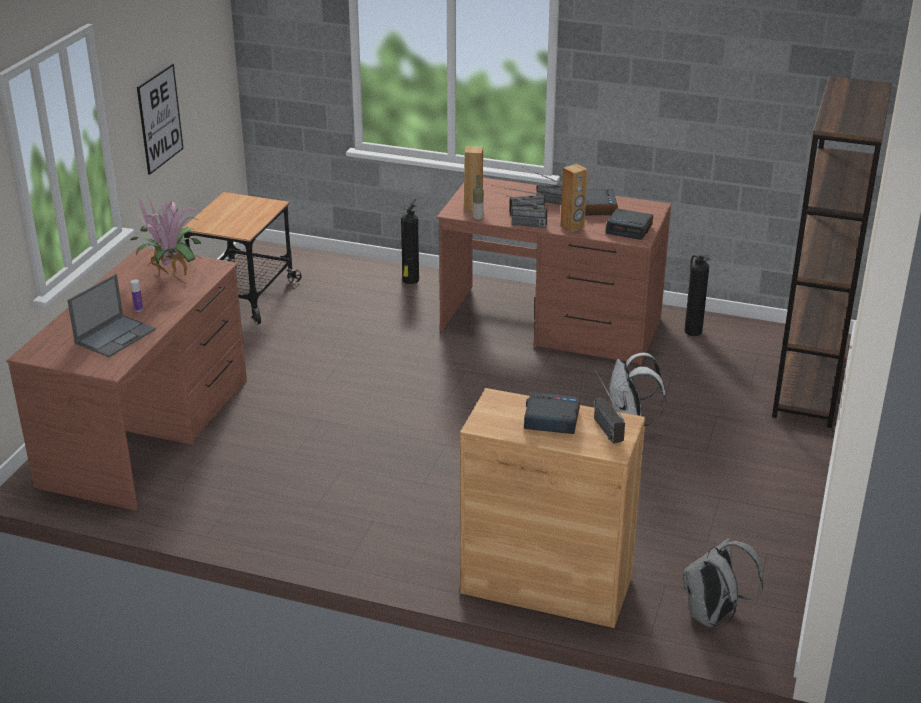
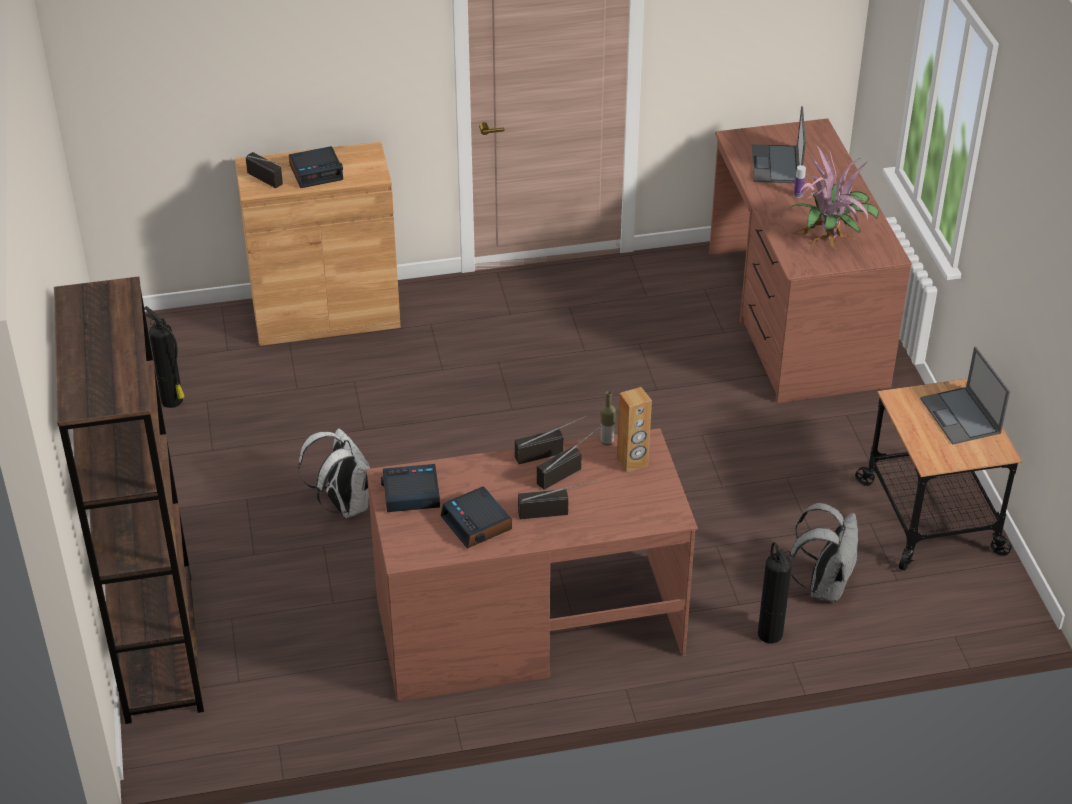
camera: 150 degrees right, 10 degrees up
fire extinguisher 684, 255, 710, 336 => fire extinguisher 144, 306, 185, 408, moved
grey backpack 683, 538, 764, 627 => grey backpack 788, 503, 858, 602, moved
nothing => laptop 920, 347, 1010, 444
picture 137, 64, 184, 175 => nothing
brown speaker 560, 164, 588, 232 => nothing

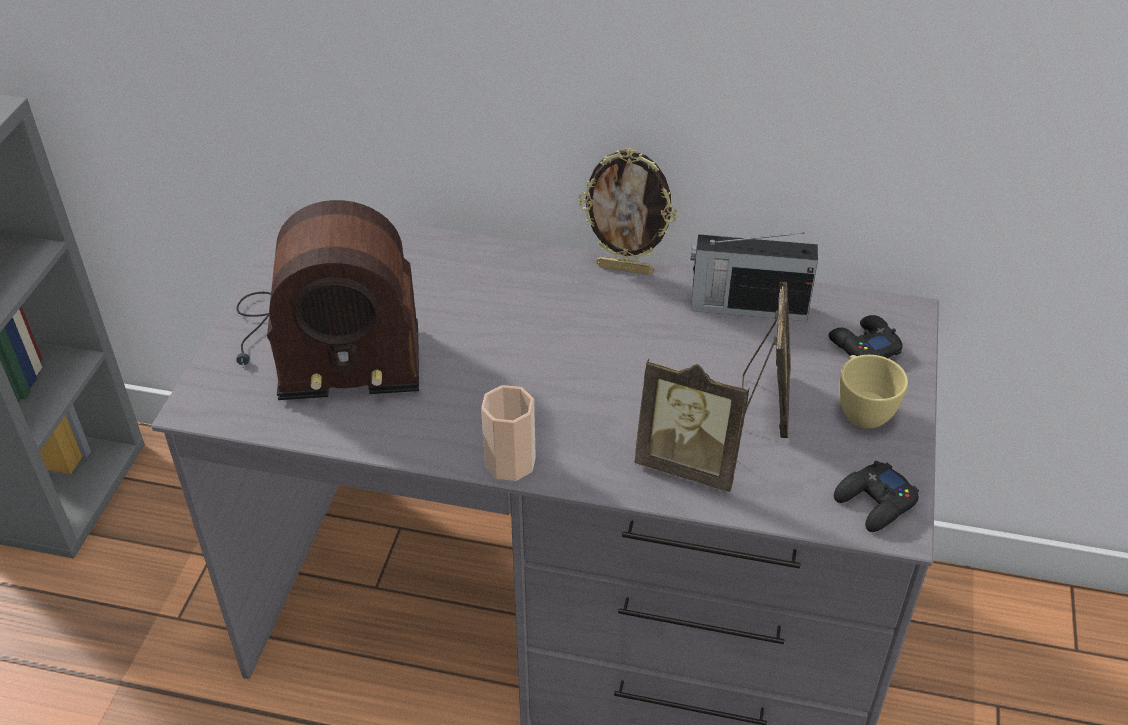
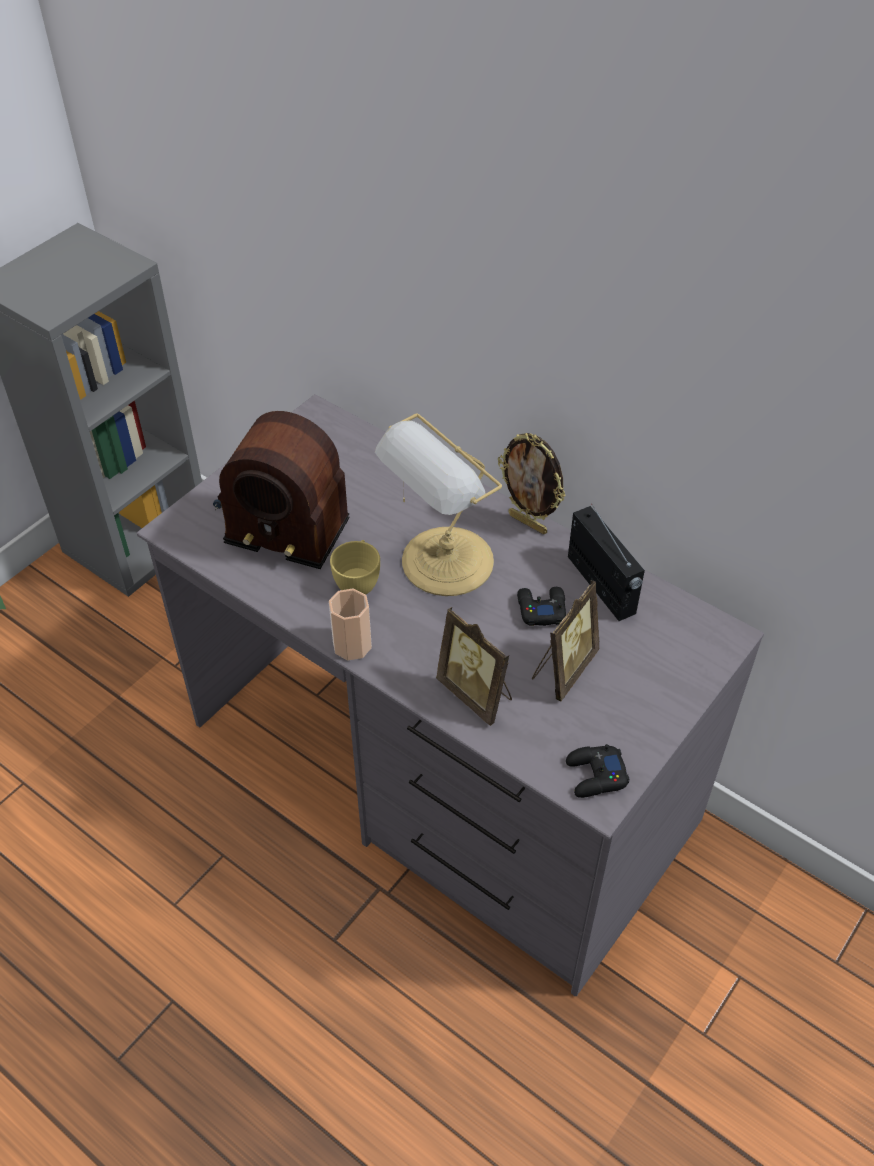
camera: 25 degrees right, 5 degrees up
yellow cup 839, 355, 908, 428 => yellow cup 330, 540, 380, 594, moved
nothing => table lamp 375, 414, 502, 596
black game controller 828, 315, 902, 358 => black game controller 517, 587, 566, 626, moved
radio 691, 233, 818, 321 => radio 568, 504, 645, 621, 150 degrees counterclockwise

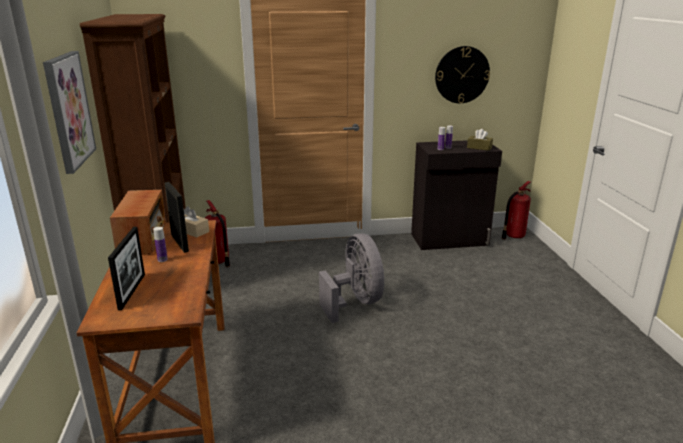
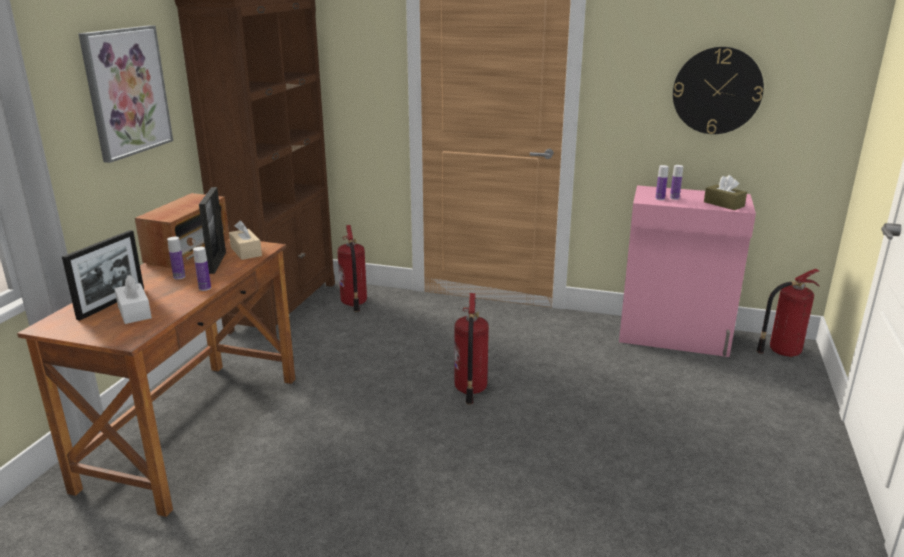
camera: 25 degrees right, 0 degrees up
nothing => white tissue box 114, 275, 152, 324
nothing => bottle 193, 247, 211, 291
grey fan 319, 233, 384, 323 => fire extinguisher 455, 293, 489, 405
black cabinet 411, 140, 502, 250 => pink cabinet 619, 185, 756, 357

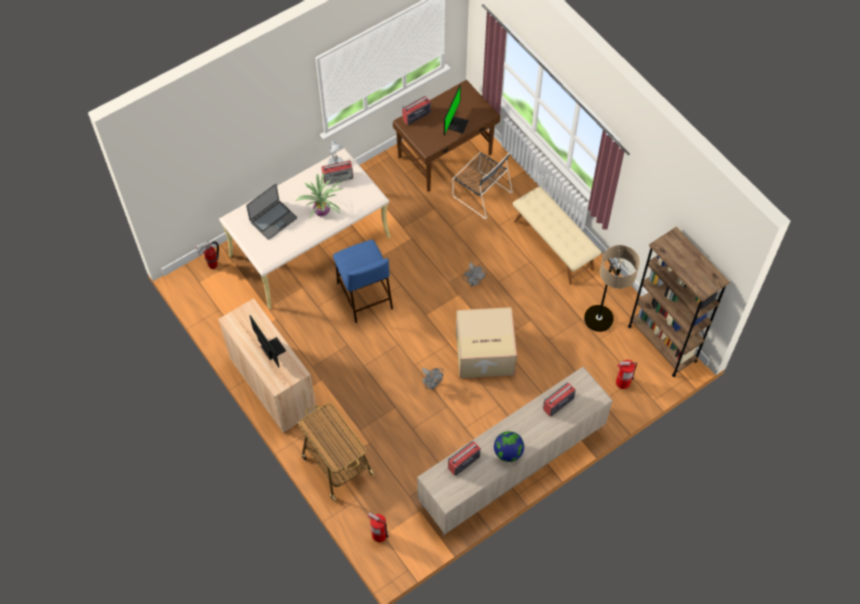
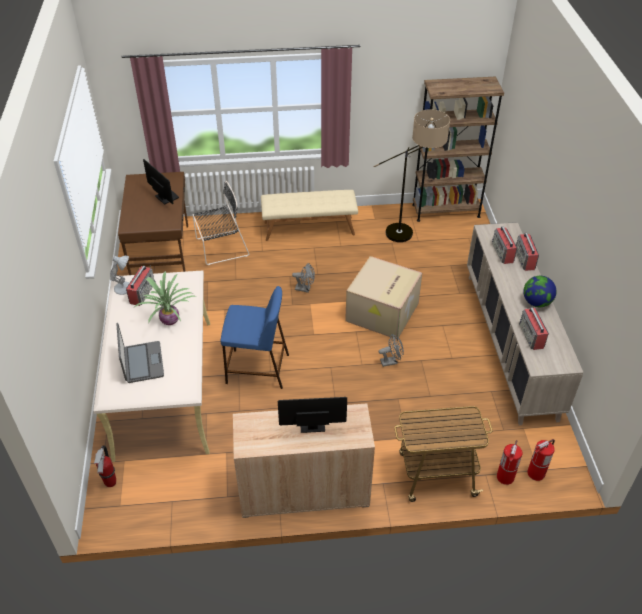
camera: 60 degrees left, 15 degrees down
fire extinguisher 616, 360, 637, 389 => fire extinguisher 497, 440, 523, 485, moved
radio 402, 96, 431, 125 => radio 516, 233, 539, 271, moved

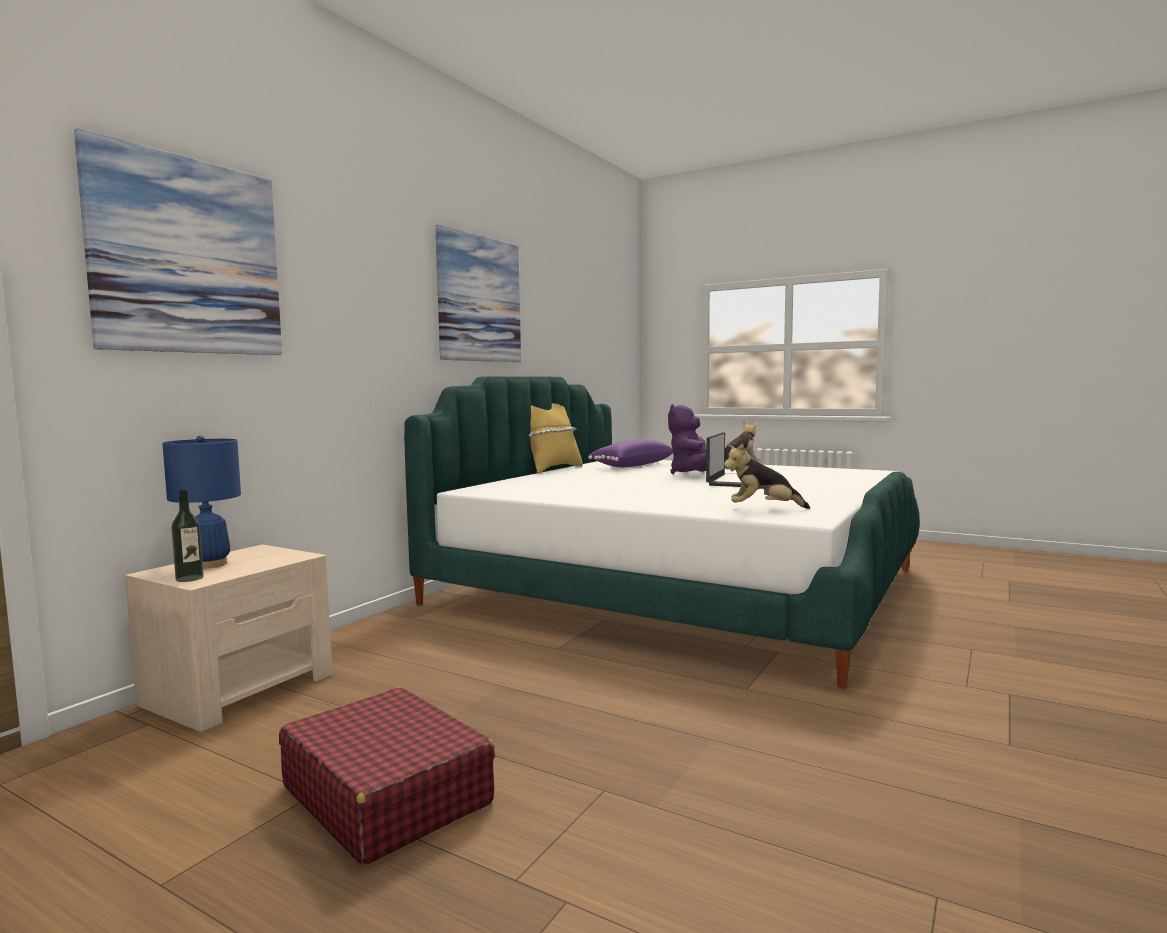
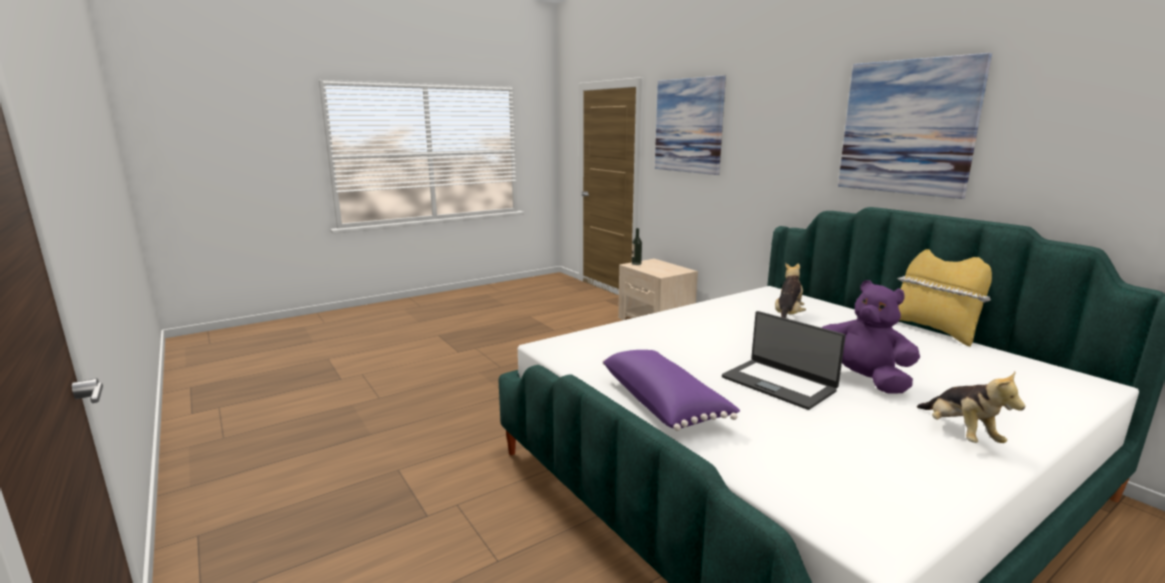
camera: 115 degrees right, 10 degrees up
purple pillow 588, 439, 673, 467 => purple pillow 603, 350, 740, 431, moved
plush toy 724, 443, 810, 509 => plush toy 775, 263, 806, 318, moved
blue table lamp 162, 435, 241, 569 => nothing
red suitcase 279, 687, 495, 865 => nothing

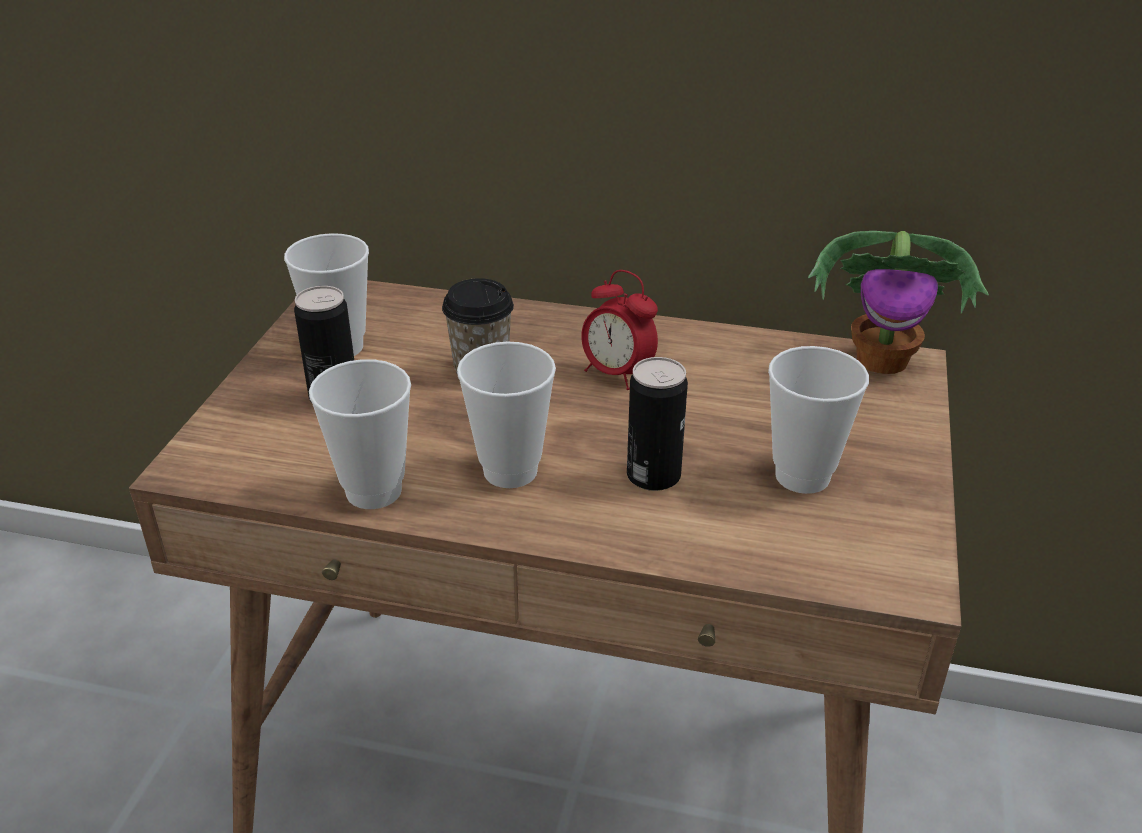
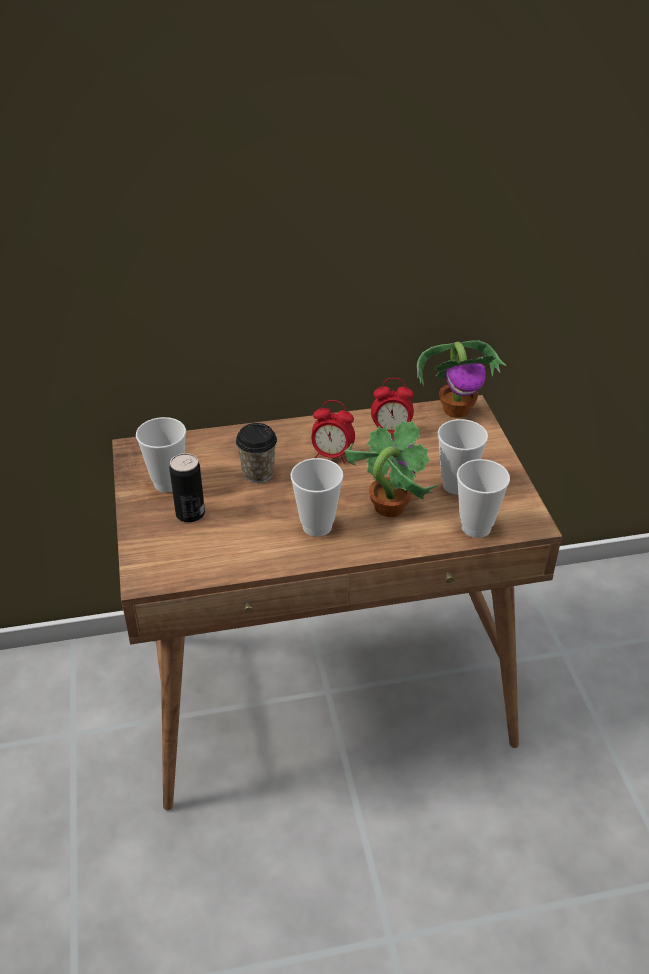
camera: 25 degrees left, 5 degrees up
can 627, 357, 688, 491 => potted plant 344, 420, 438, 517
nothing => alarm clock 371, 378, 414, 434
cup 309, 359, 411, 509 => cup 457, 459, 510, 538, moved

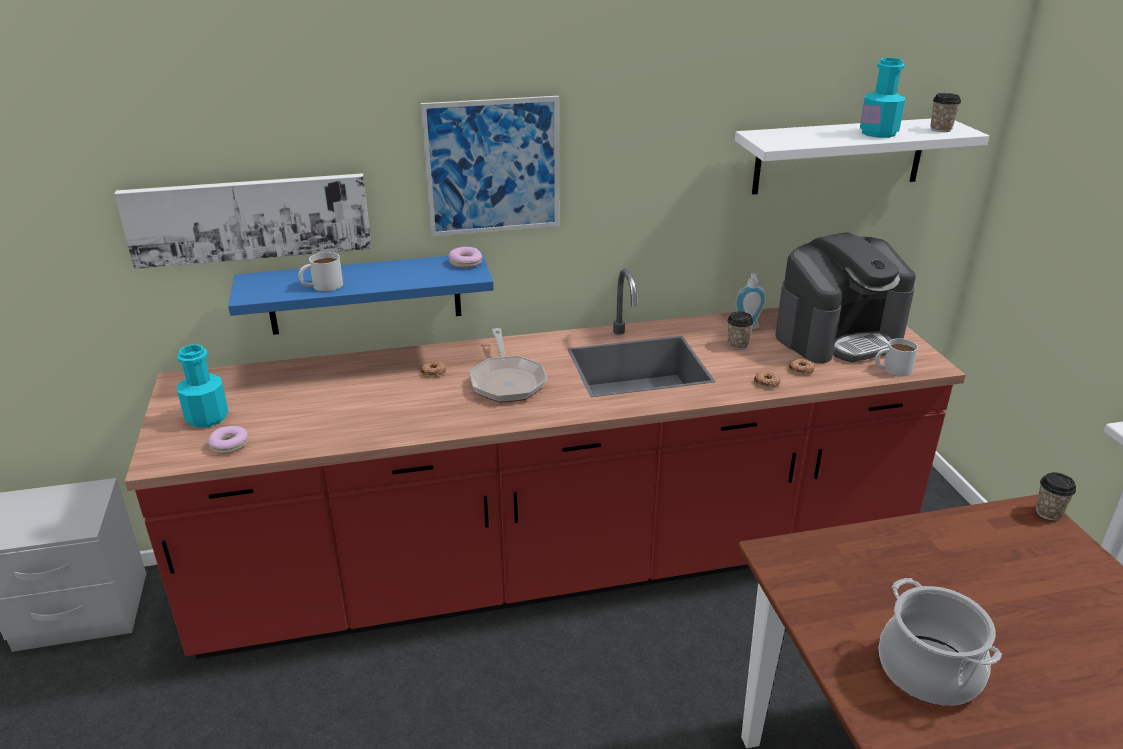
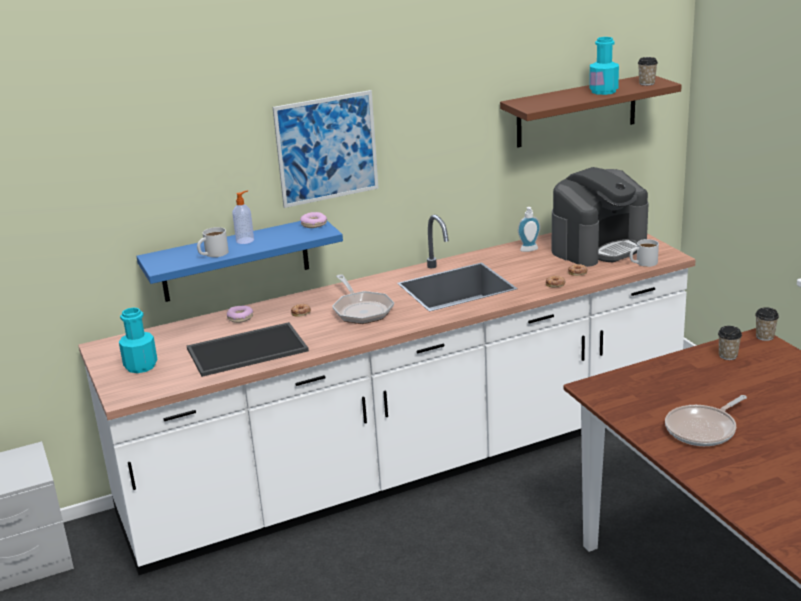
camera: 10 degrees left, 5 degrees down
red counter 125, 269, 966, 659 => white counter 78, 215, 696, 575
nothing => tray 187, 322, 309, 377
donut 208, 426, 248, 454 => donut 227, 306, 253, 323, moved
nothing => soap dispenser 232, 190, 254, 244
white shelf 735, 119, 989, 195 => brown shelf 500, 76, 682, 148
cooking pot 878, 578, 1002, 706 => frying pan 665, 395, 747, 446
cup 727, 312, 754, 350 => cup 718, 326, 742, 360, moved
picture 114, 173, 372, 269 => nothing

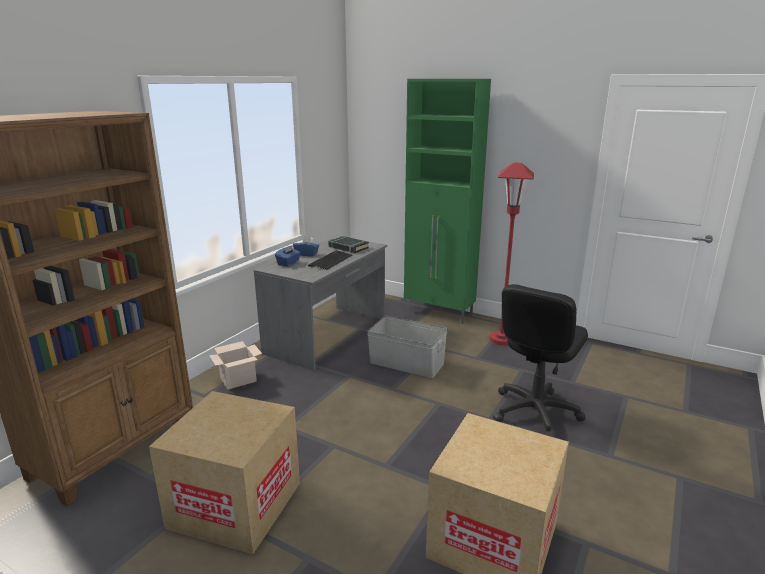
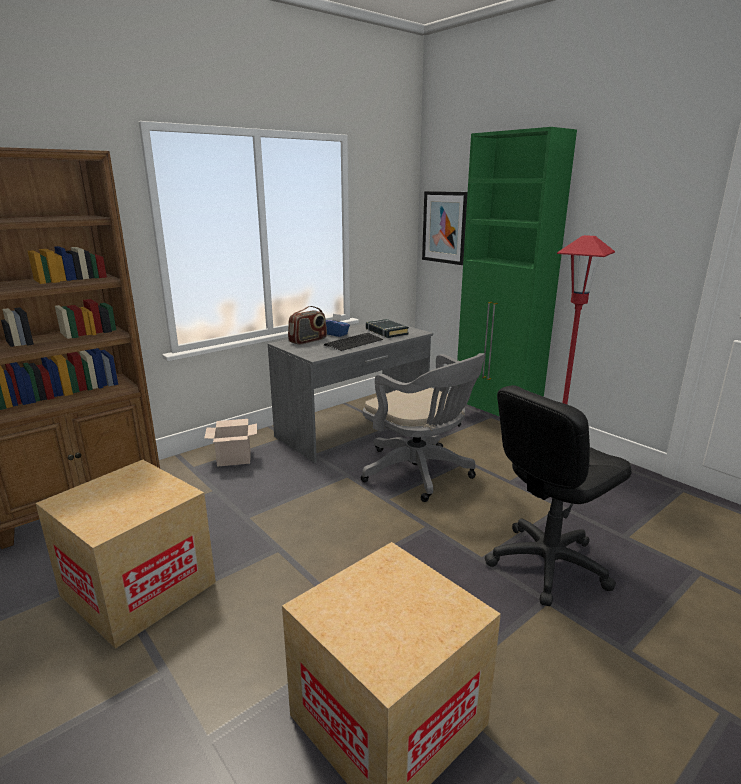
camera: 20 degrees right, 0 degrees up
blue tissue box 275, 245, 301, 267 => radio 288, 306, 327, 345
grey storage box 367, 316, 447, 378 => grey office chair 361, 353, 485, 502
nothing => picture 422, 191, 468, 265

